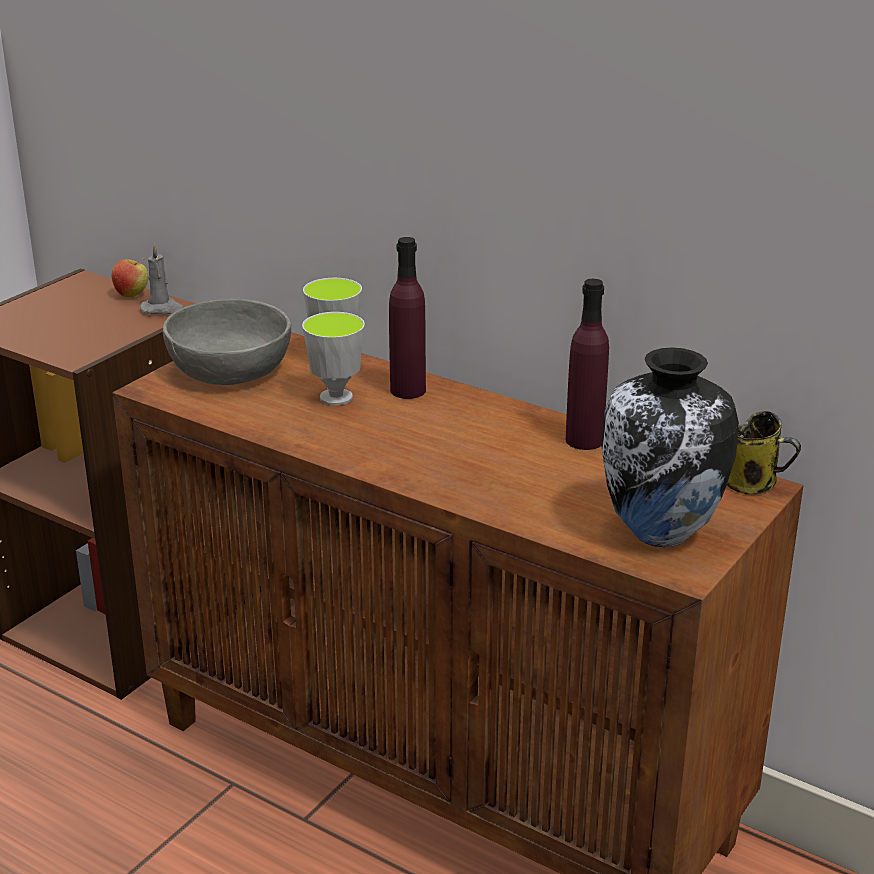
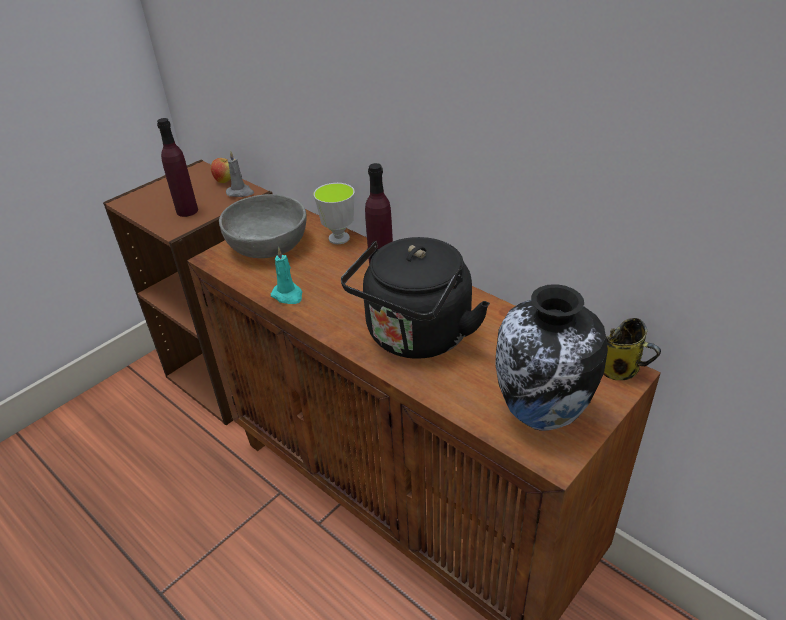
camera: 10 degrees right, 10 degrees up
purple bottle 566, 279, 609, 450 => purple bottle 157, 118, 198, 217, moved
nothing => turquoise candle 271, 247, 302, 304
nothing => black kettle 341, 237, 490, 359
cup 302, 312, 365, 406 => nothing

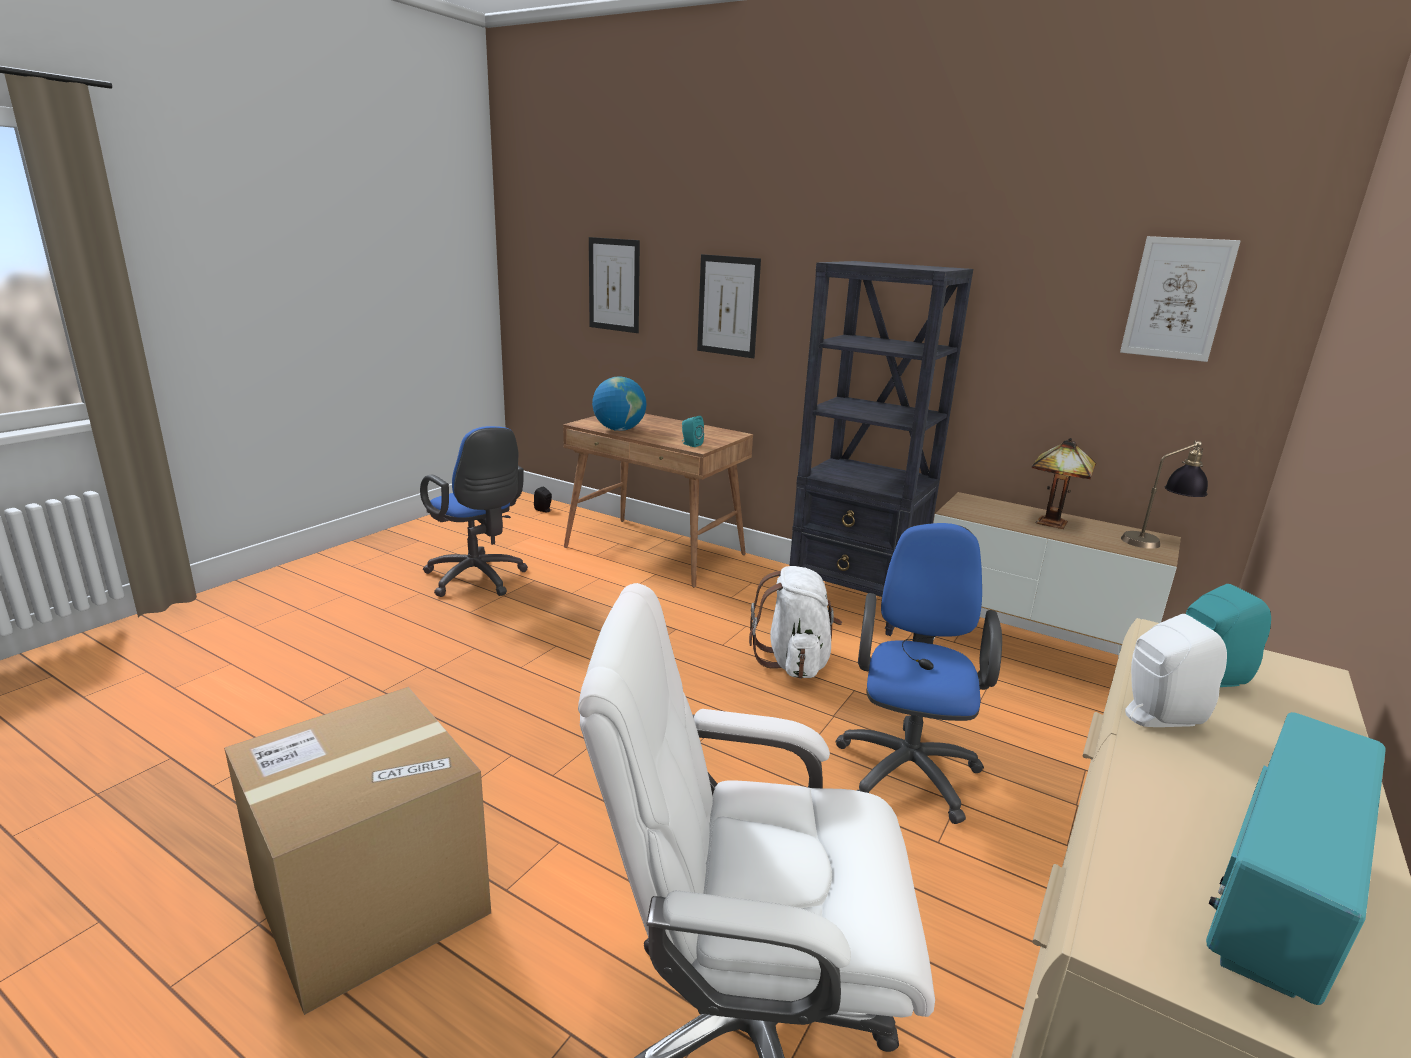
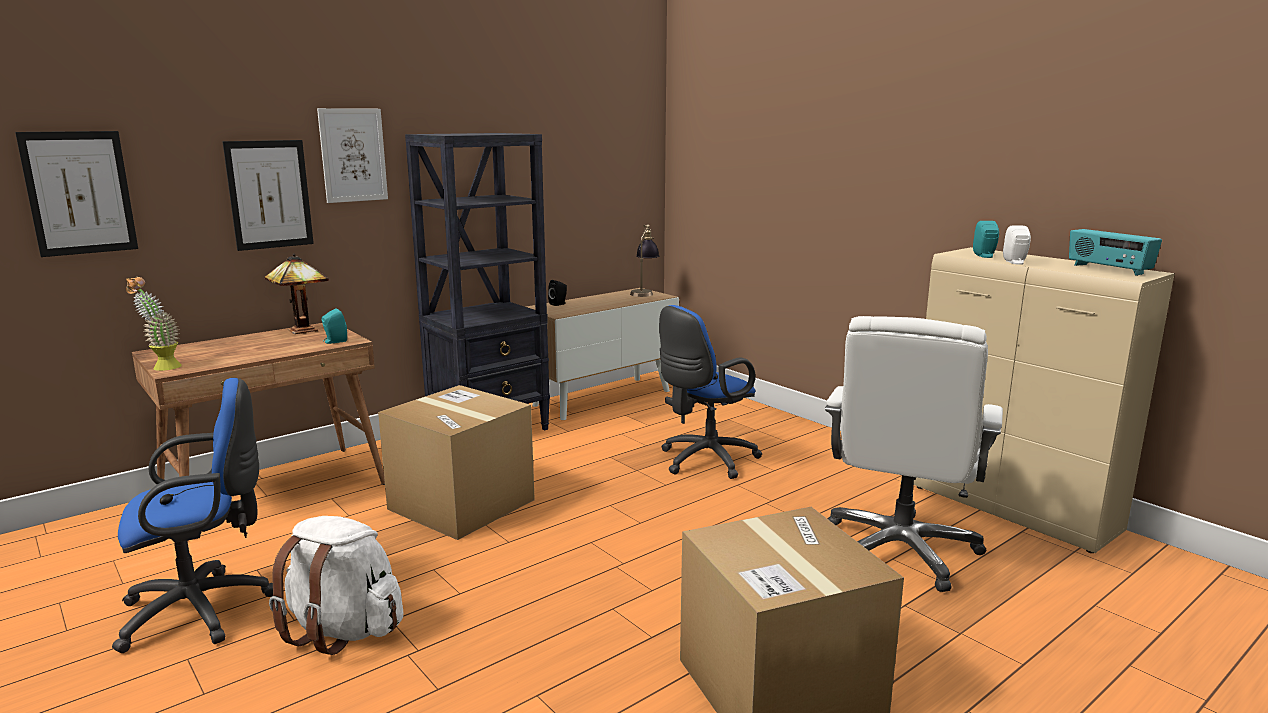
camera: 70 degrees left, 5 degrees down
nothing => potted plant 126, 277, 182, 371
table lamp 1032, 438, 1096, 529 => table lamp 264, 254, 329, 334, moved
white backpack 749, 566, 842, 679 => white backpack 269, 516, 403, 655, moved
picture 1120, 236, 1241, 362 => picture 317, 108, 388, 203, moved
nothing => cardboard box 378, 385, 535, 540
black speaker 534, 486, 552, 512 => black speaker 548, 280, 567, 306, moved
blue office chair 835, 523, 1002, 824 => blue office chair 659, 305, 762, 479, 75 degrees counterclockwise
globe 592, 376, 646, 431 => nothing

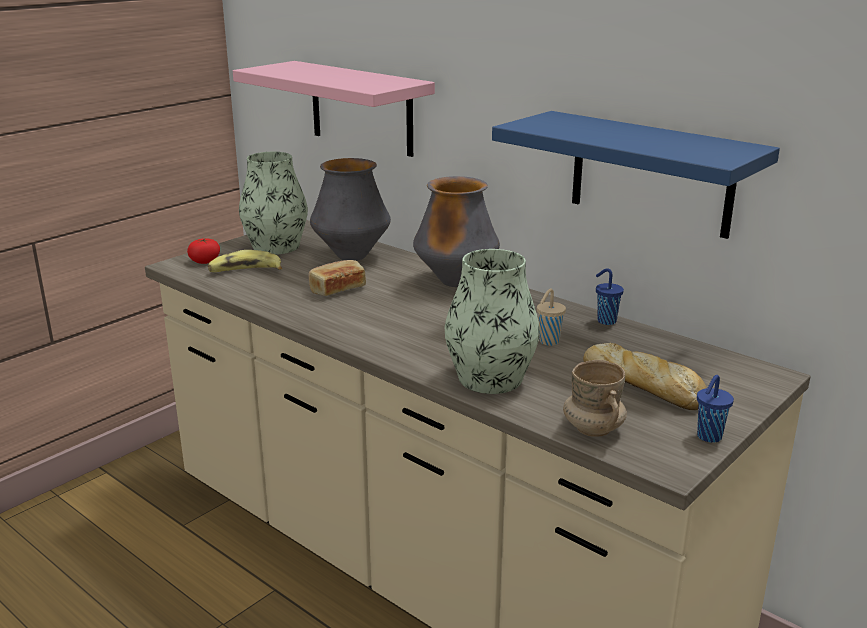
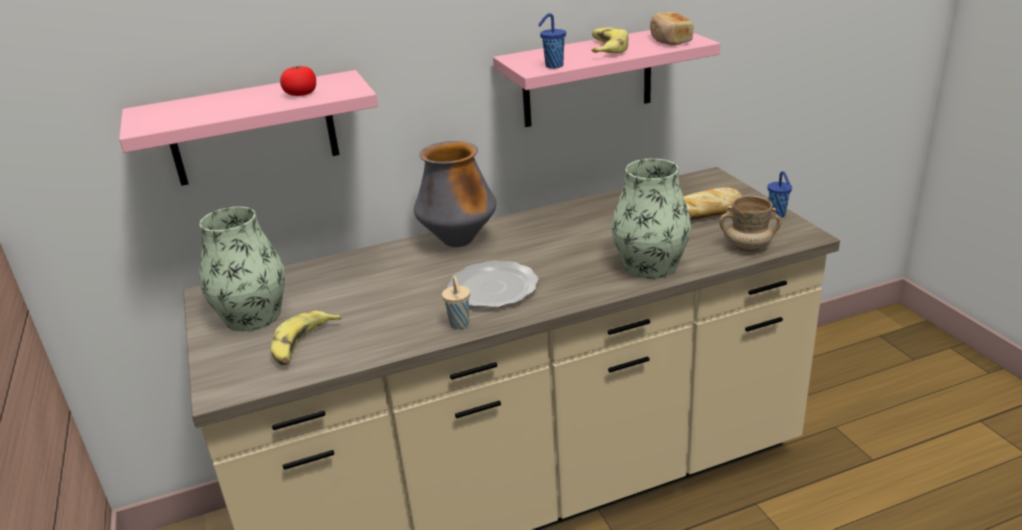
camera: 60 degrees left, 5 degrees up
tomato 187, 238, 220, 264 => tomato 280, 66, 316, 96, moved
beige cup 537, 288, 566, 346 => beige cup 442, 276, 470, 329, moved
nothing => plate 448, 261, 539, 308
blue shelf 492, 111, 780, 239 => pink shelf 493, 30, 720, 127
blue cup 596, 268, 624, 325 => blue cup 538, 13, 566, 68, moved
nothing => banana 591, 27, 628, 53
bread 308, 260, 366, 296 => bread 650, 12, 693, 46, moved
vase 310, 158, 391, 261 => nothing

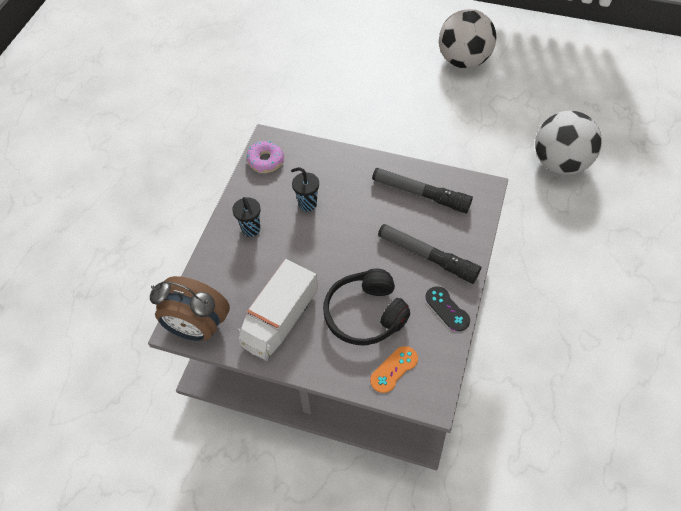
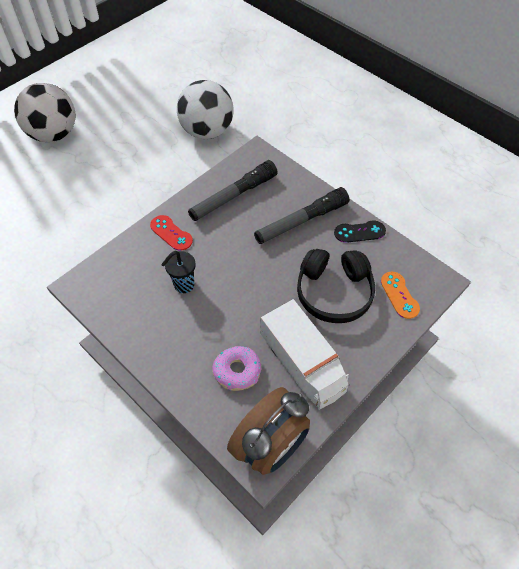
camera: 65 degrees left, 0 degrees up
nothing => red game controller 150, 215, 193, 251
donut 247, 141, 284, 173 => donut 212, 346, 261, 391, moved
black cup 232, 197, 261, 237 => nothing

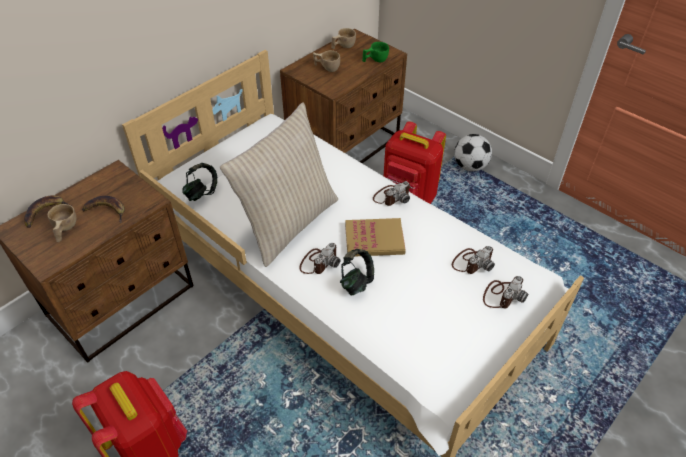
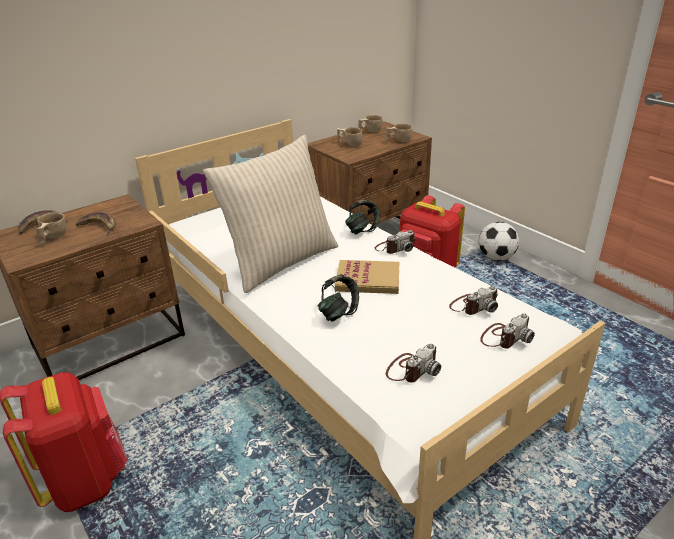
camera: 10 degrees right, 15 degrees down
headphones 182, 163, 217, 201 => headphones 345, 199, 380, 235, moved
green cup 362, 42, 389, 62 => beige cup 386, 123, 412, 142
photo camera 299, 243, 340, 274 => photo camera 386, 343, 441, 383, moved

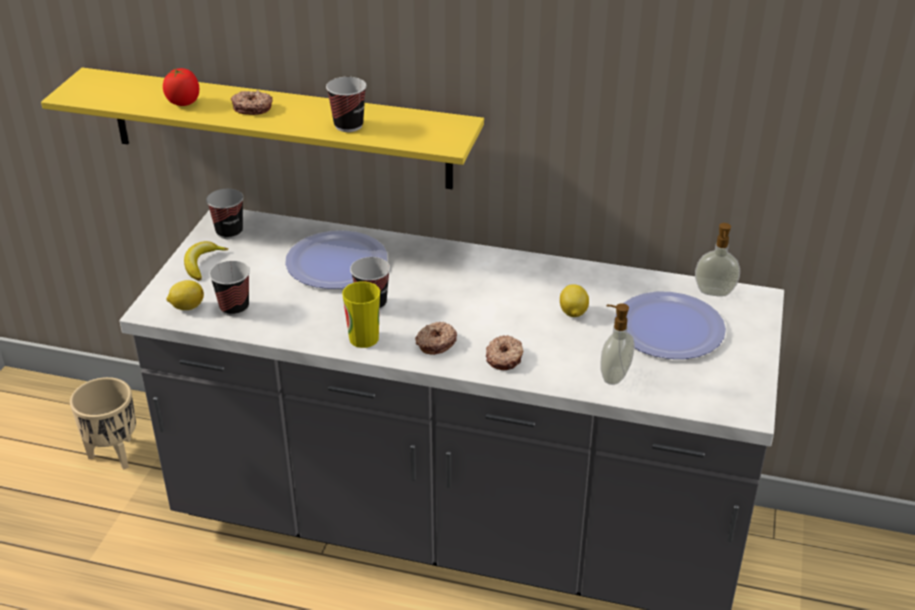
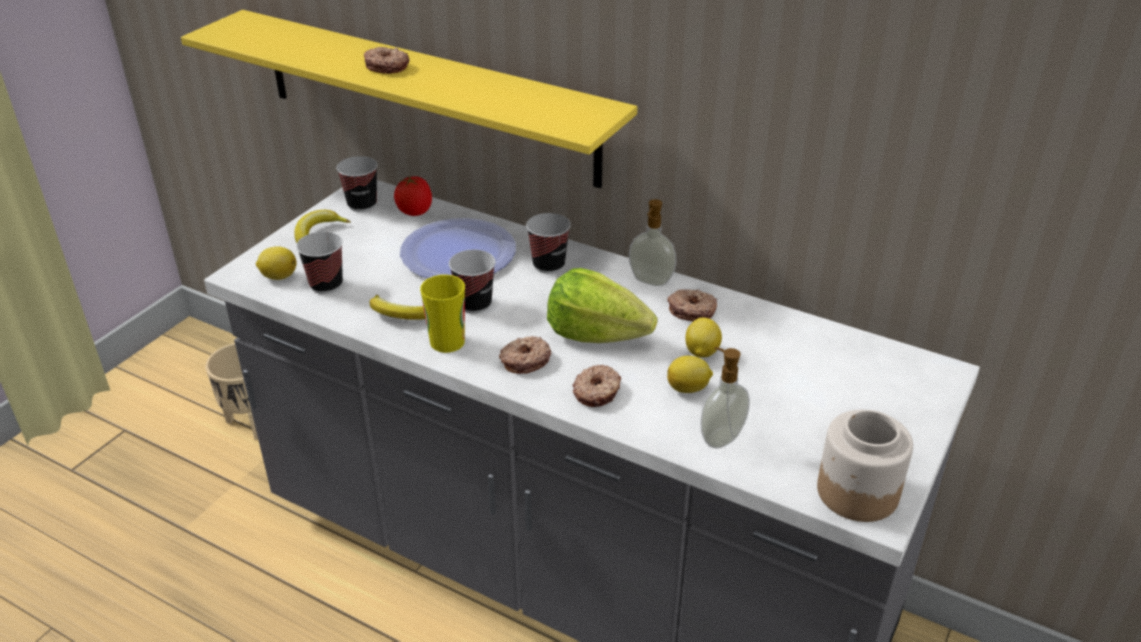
camera: 15 degrees right, 0 degrees up
nothing => banana 370, 295, 426, 320
tomato 163, 68, 199, 106 => tomato 394, 176, 432, 216, moved
cup 326, 77, 367, 132 => cup 526, 213, 571, 274, moved
nothing => lettuce 547, 268, 658, 343
soap dispenser 695, 223, 740, 296 => soap dispenser 629, 199, 677, 286, moved
nothing => donut 667, 289, 717, 321
nothing => lemon 667, 355, 713, 393
nothing => jar 817, 410, 913, 522
plate 615, 291, 726, 359 => nothing

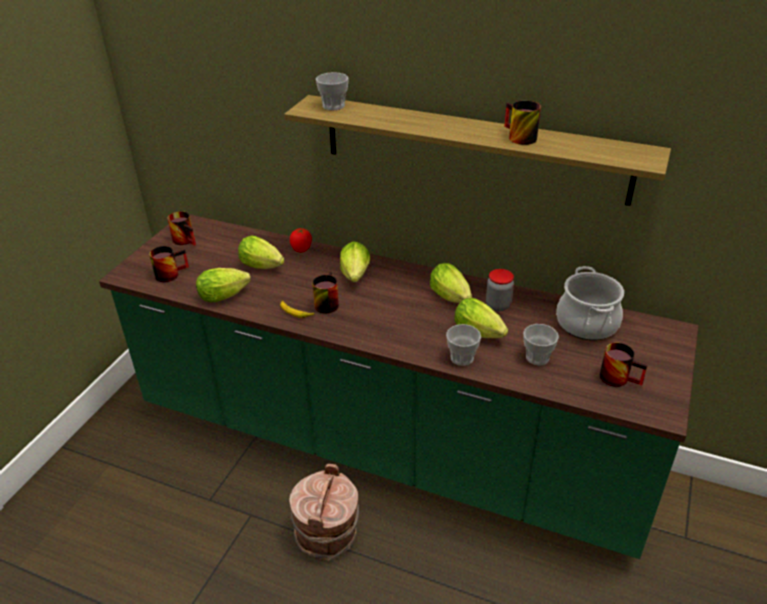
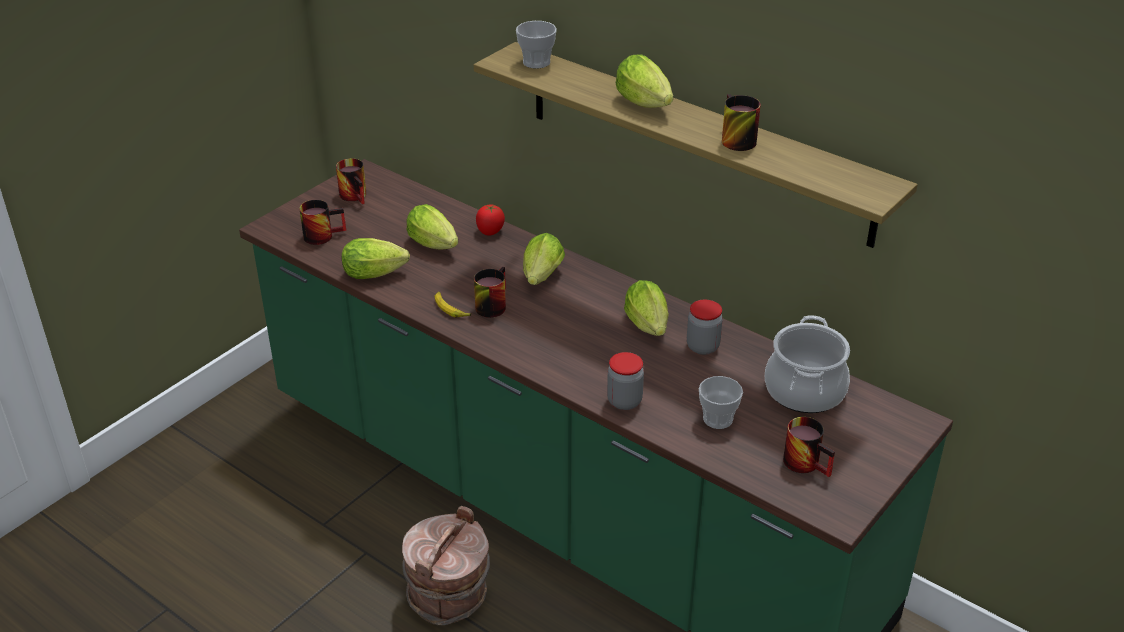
camera: 15 degrees right, 0 degrees up
cup 446, 324, 481, 366 => jar 607, 352, 644, 410
lettuce 455, 298, 508, 338 => lettuce 616, 55, 673, 108, moved

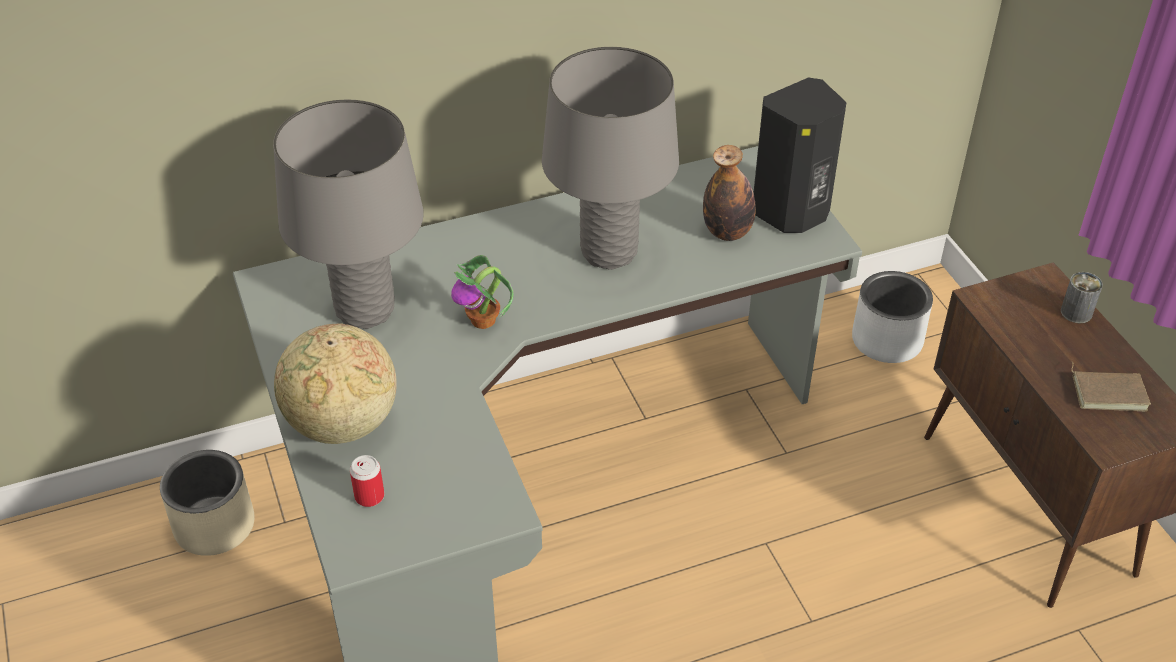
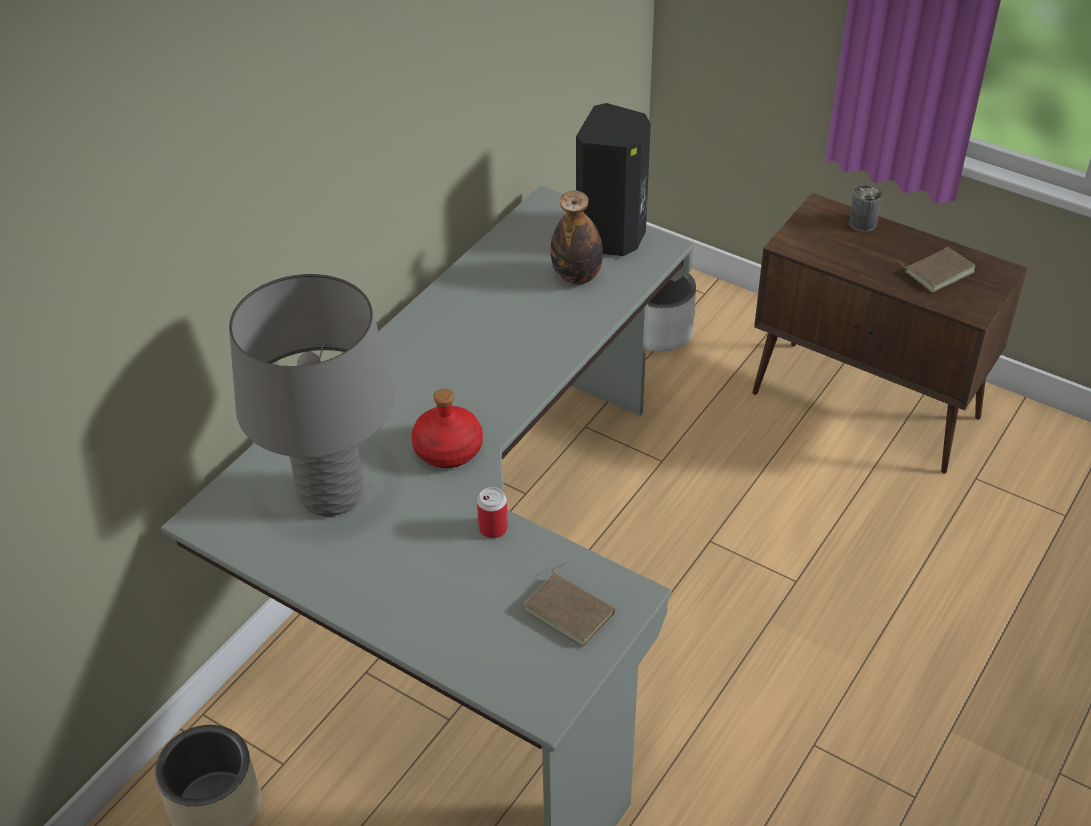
camera: 35 degrees left, 0 degrees up
potted plant 451, 255, 513, 329 => red bottle 411, 389, 483, 468
can 350, 455, 384, 507 => can 477, 487, 508, 538, moved
nothing => brown book 523, 563, 615, 647
globe 274, 324, 397, 444 => nothing
grey table lamp 542, 47, 679, 270 => nothing

